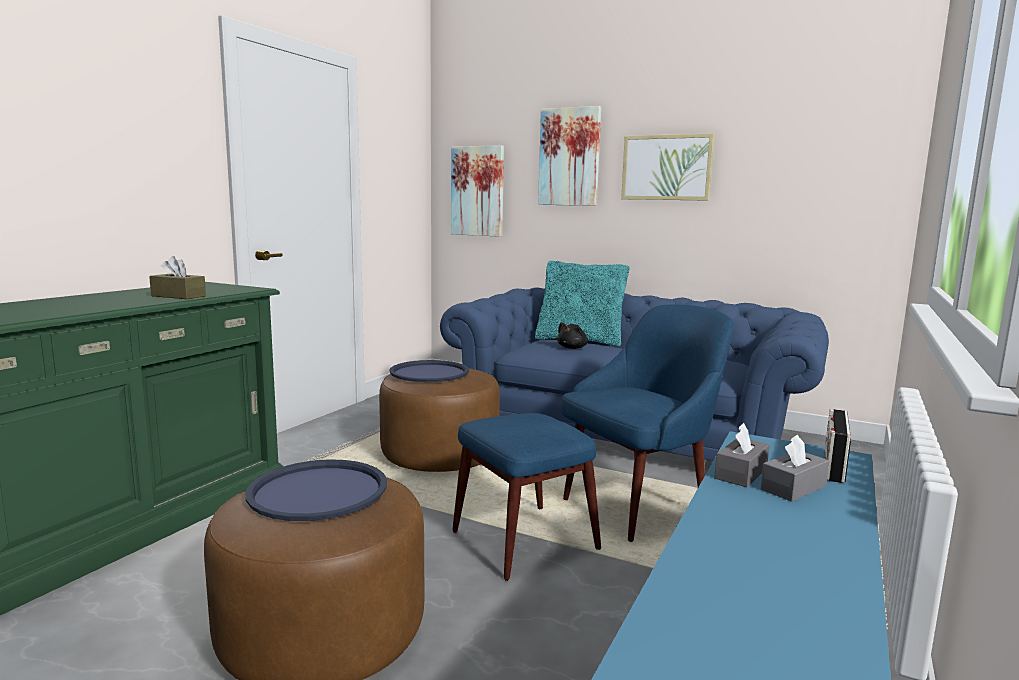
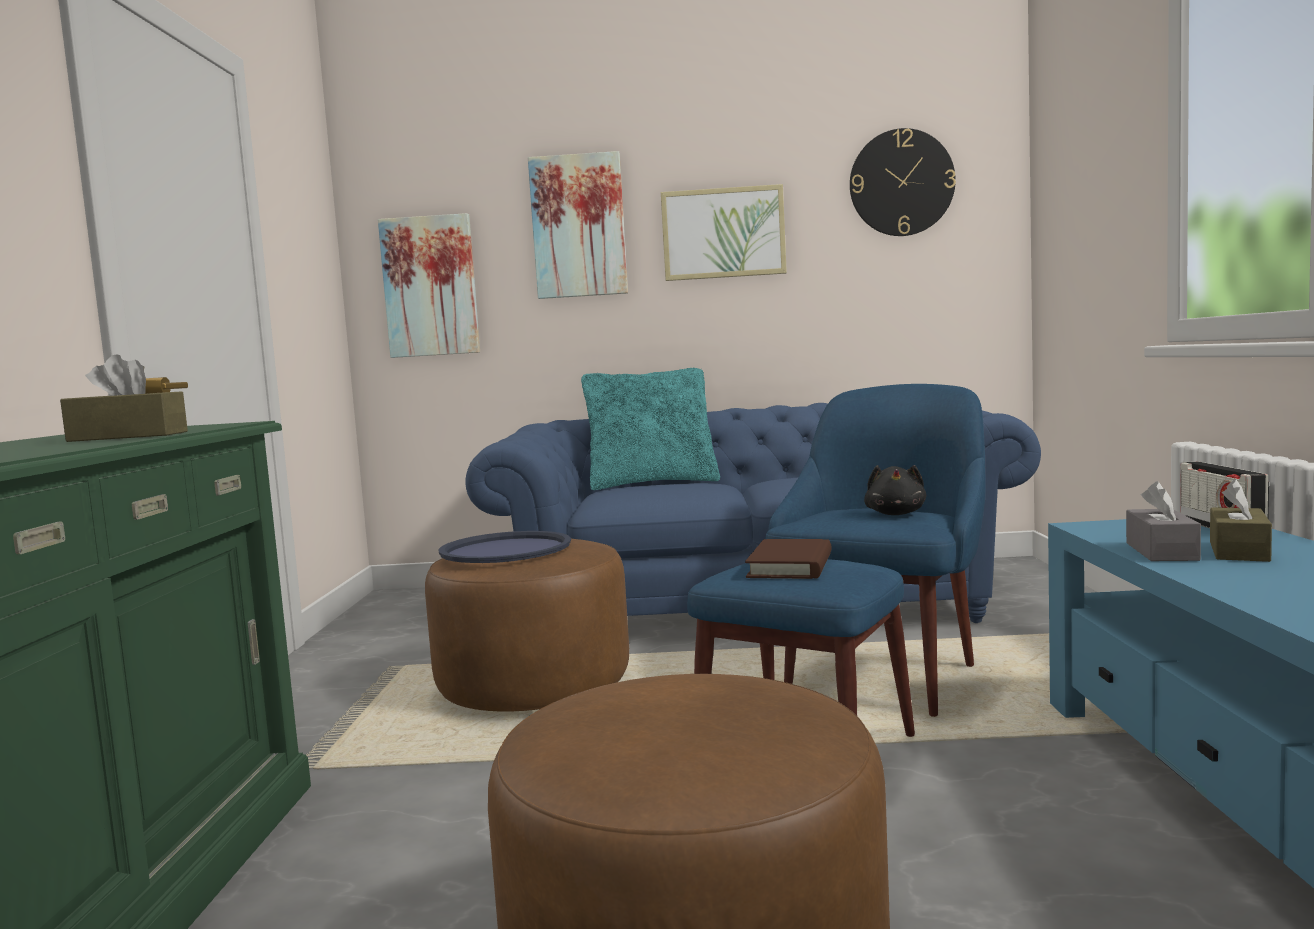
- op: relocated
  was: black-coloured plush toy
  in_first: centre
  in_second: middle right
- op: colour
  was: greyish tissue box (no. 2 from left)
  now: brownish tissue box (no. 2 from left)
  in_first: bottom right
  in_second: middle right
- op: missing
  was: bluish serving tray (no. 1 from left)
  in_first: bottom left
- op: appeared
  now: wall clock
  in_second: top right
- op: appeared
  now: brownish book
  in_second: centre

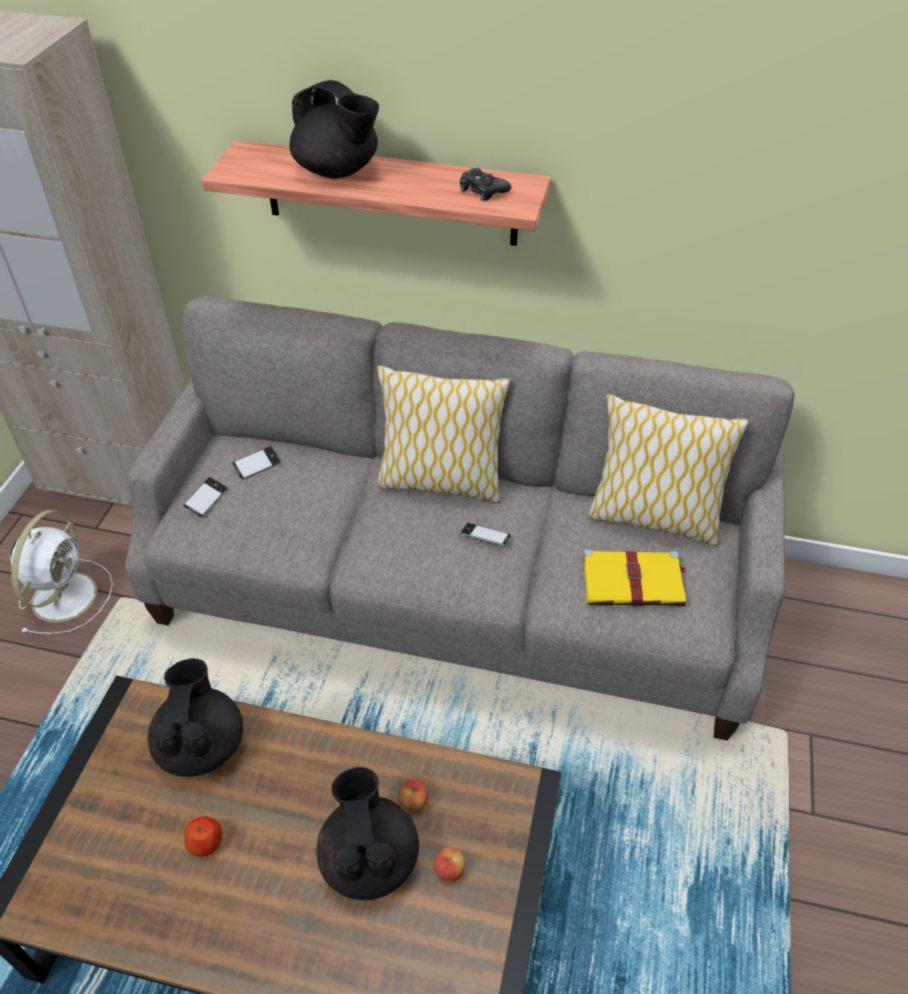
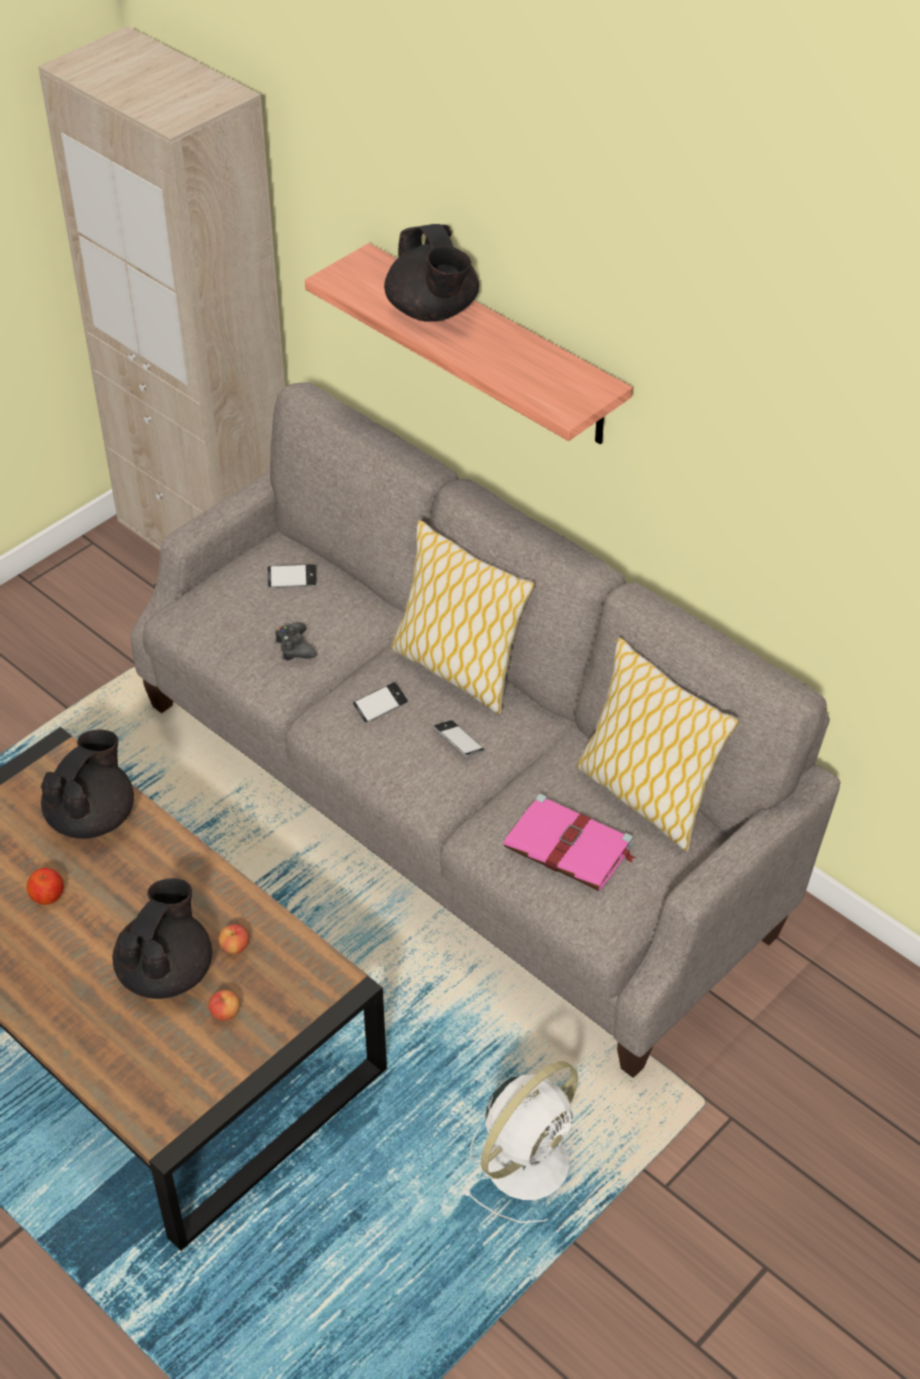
- op: relocated
  was: black-coloured joypad
  in_first: top centre
  in_second: middle left
- op: relocated
  was: phone (no. 1 from left in the first image)
  now: phone (no. 2 from left)
  in_first: middle left
  in_second: centre
- op: relocated
  was: white fan
  in_first: middle left
  in_second: bottom centre
- op: colour
  was: yellow book
  now: pink-coloured book
  in_first: middle right
  in_second: centre

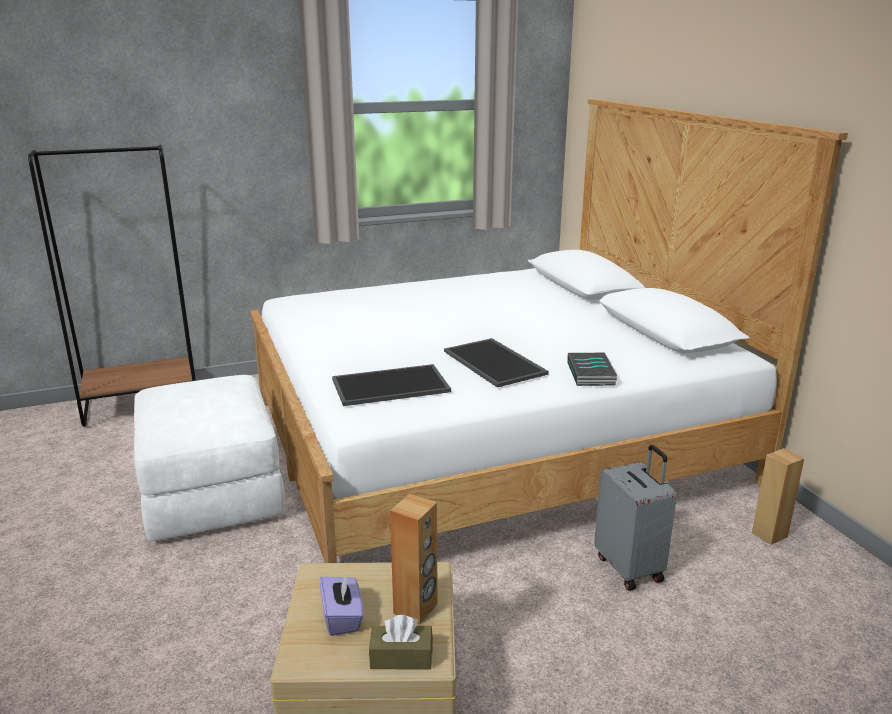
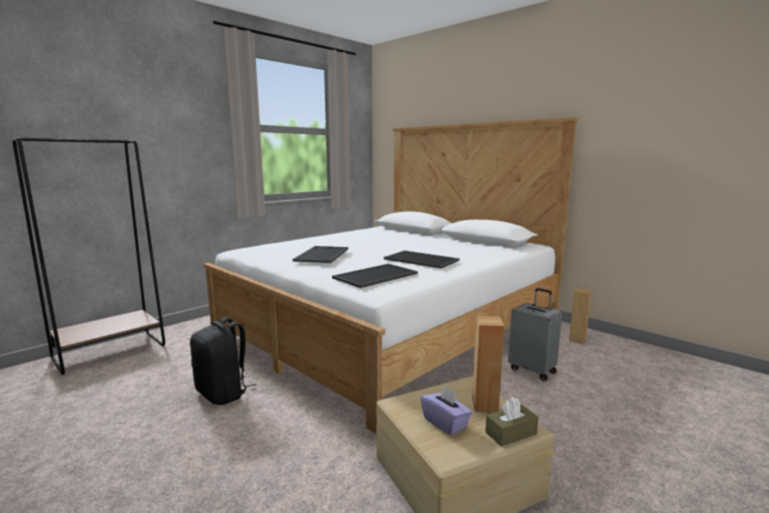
- op: missing
  was: book
  in_first: centre
- op: exchanged
  was: white ottoman
  now: black-coloured rucksack
  in_first: middle left
  in_second: bottom left
- op: appeared
  now: serving tray (no. 1 from left)
  in_second: centre

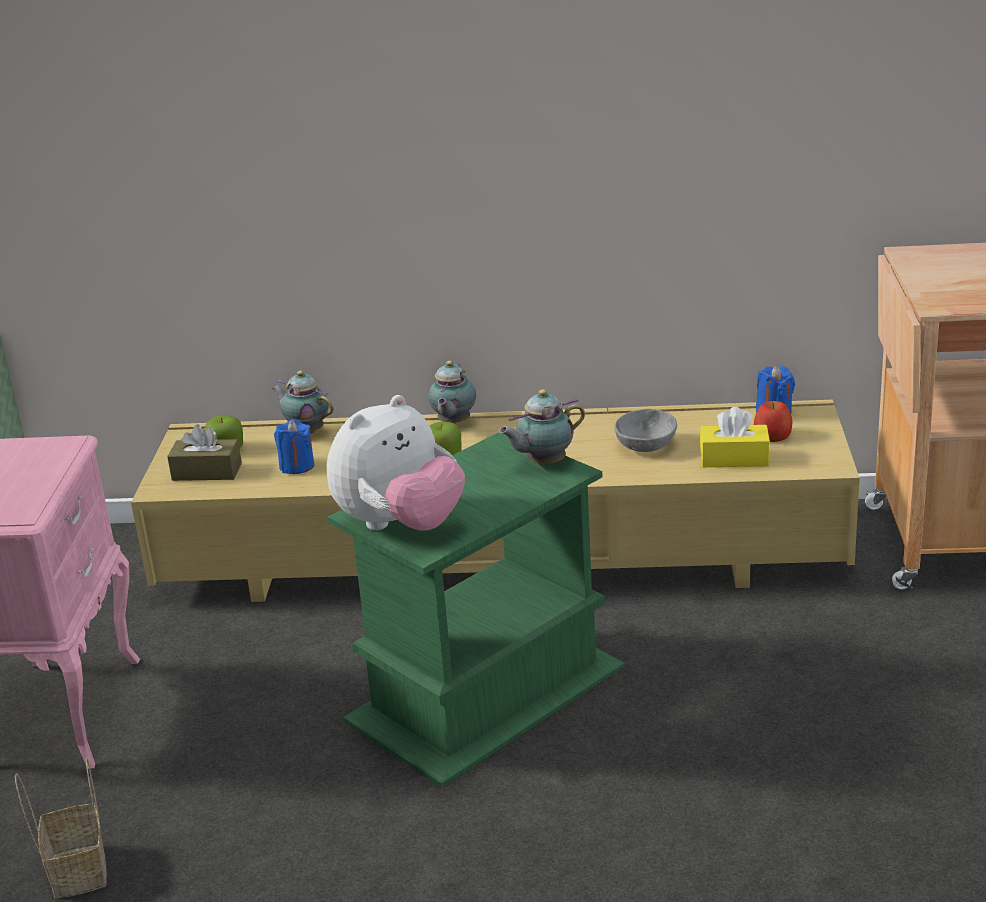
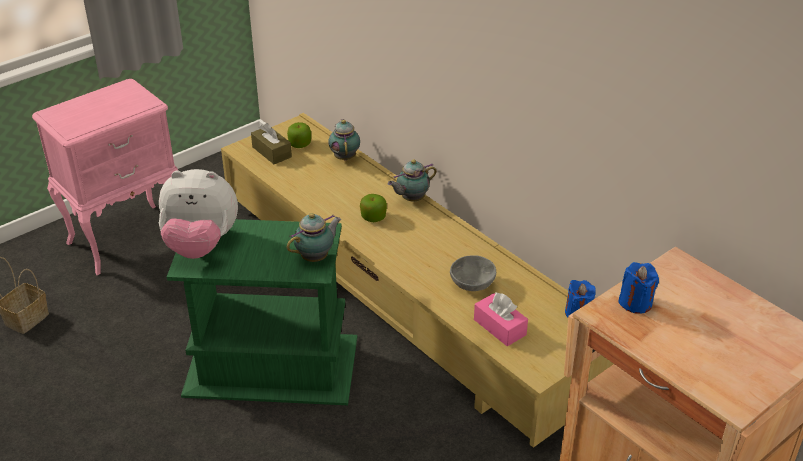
- op: spun
  was: pot for tea (no. 3 from left in the first image)
  in_first: centre
  in_second: centre
  clockwise: 120
- op: missing
  was: apple (no. 3 from left)
  in_first: middle right
- op: colour
  was: yellow tissue box
  now: pink-coloured tissue box
  in_first: middle right
  in_second: bottom centre
- op: relocated
  was: bluish wax candle (no. 1 from left in the first image)
  now: bluish wax candle (no. 2 from left)
  in_first: middle left
  in_second: middle right

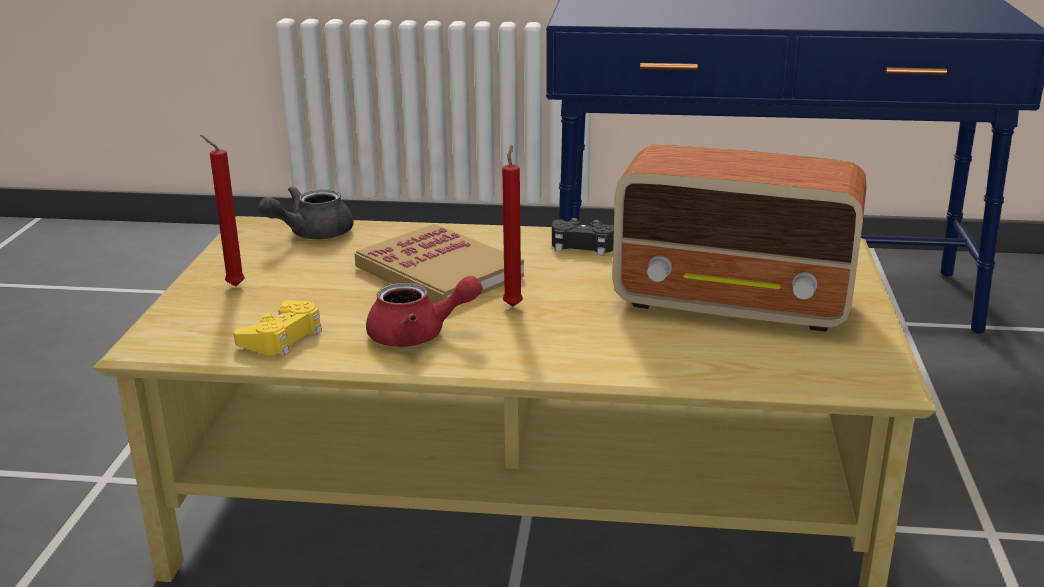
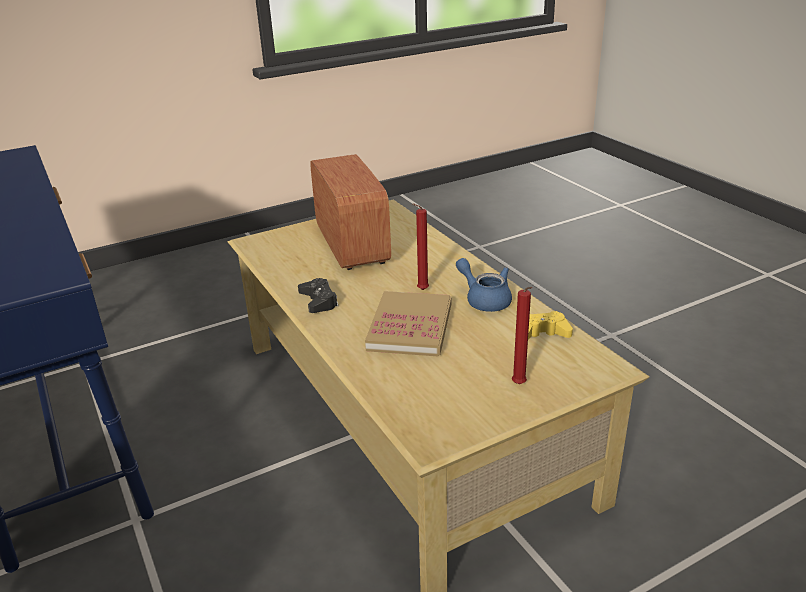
- op: missing
  was: greyish pot for tea
  in_first: middle left
- op: colour
  was: reddish pot for tea
  now: bluish pot for tea
  in_first: centre
  in_second: centre

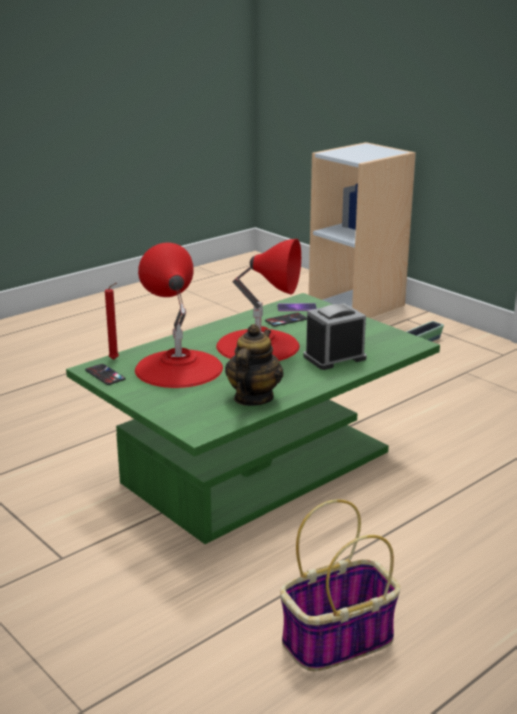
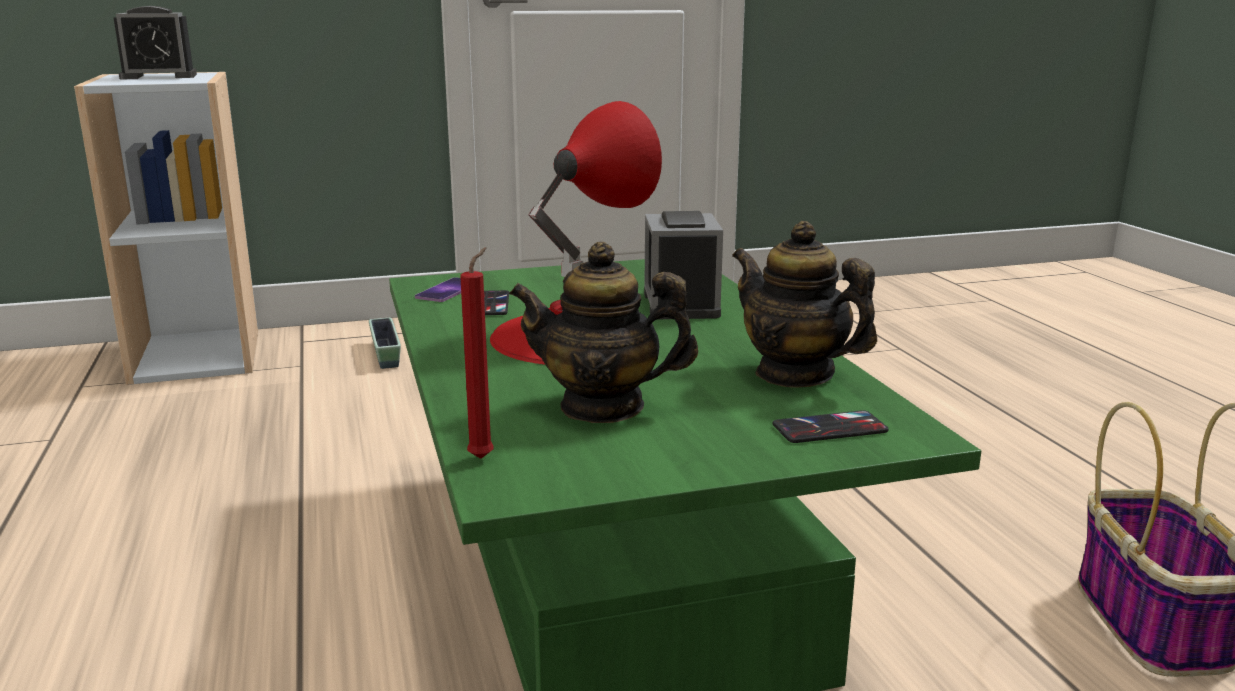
- op: exchanged
  was: reddish lamp for a table (no. 1 from left)
  now: pot for tea (no. 1 from left)
  in_first: centre
  in_second: centre
- op: relocated
  was: phone (no. 1 from left in the first image)
  now: phone (no. 3 from left)
  in_first: middle left
  in_second: middle right
- op: appeared
  now: alarm clock (no. 1 from left)
  in_second: top left

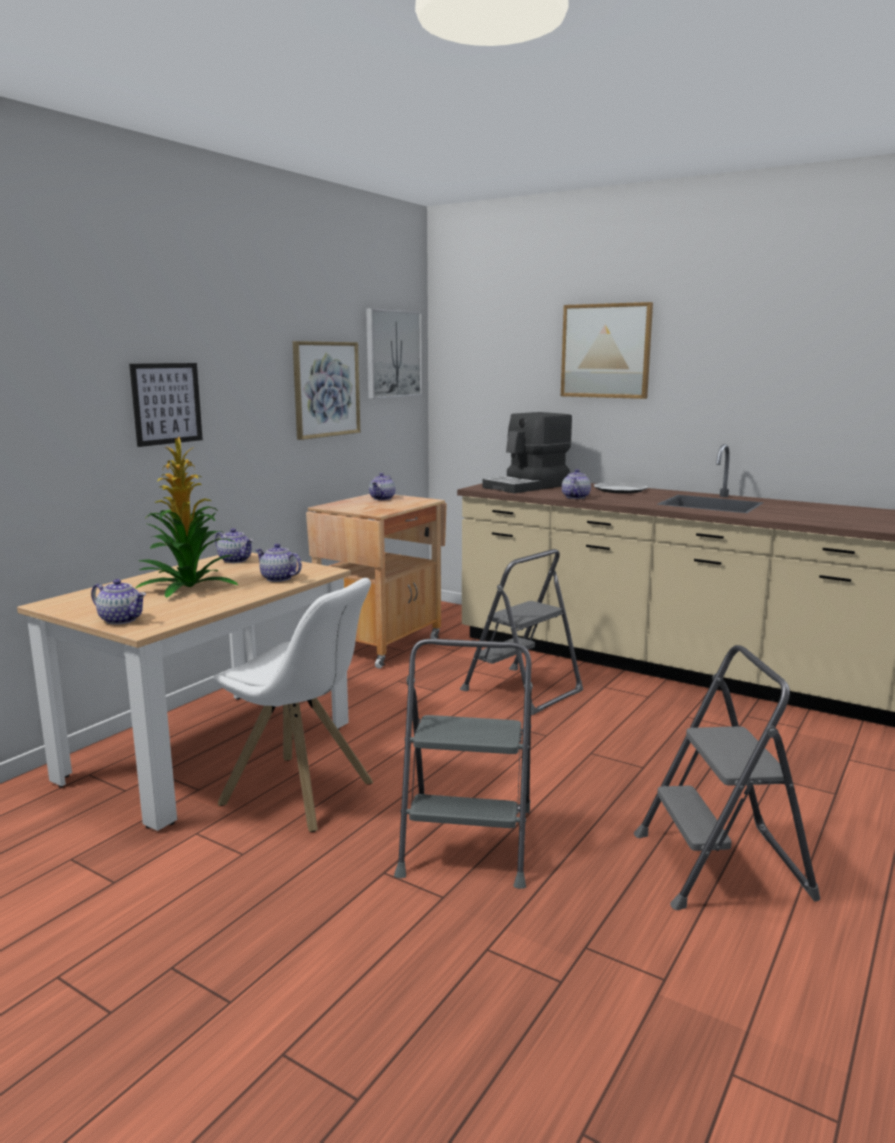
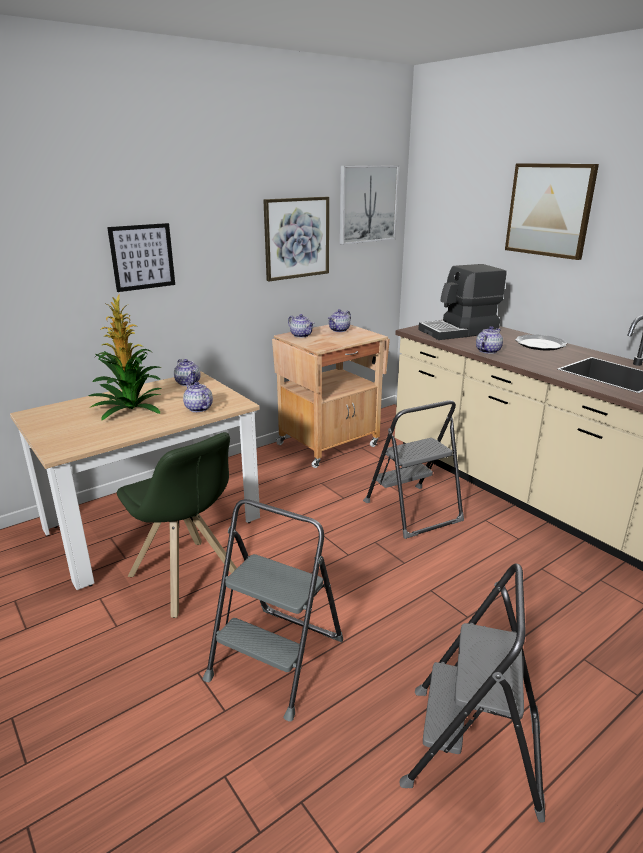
- op: colour
  was: white chair
  now: greenish chair
  in_first: middle left
  in_second: middle left
- op: relocated
  was: pot for tea (no. 1 from left in the first image)
  now: pot for tea (no. 3 from left)
  in_first: middle left
  in_second: centre

